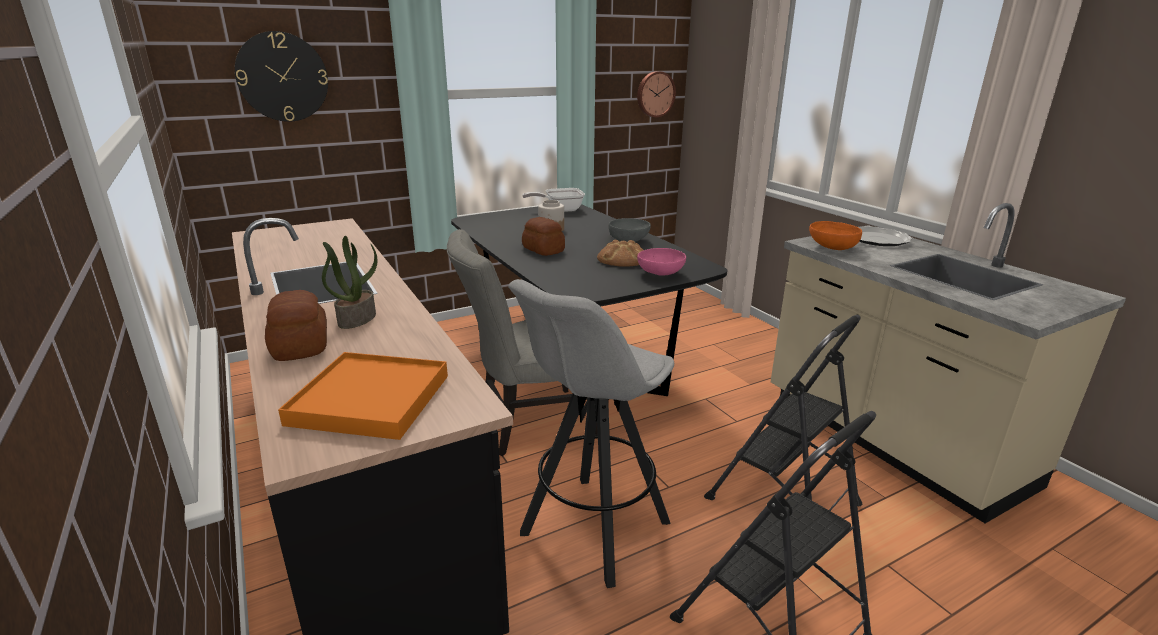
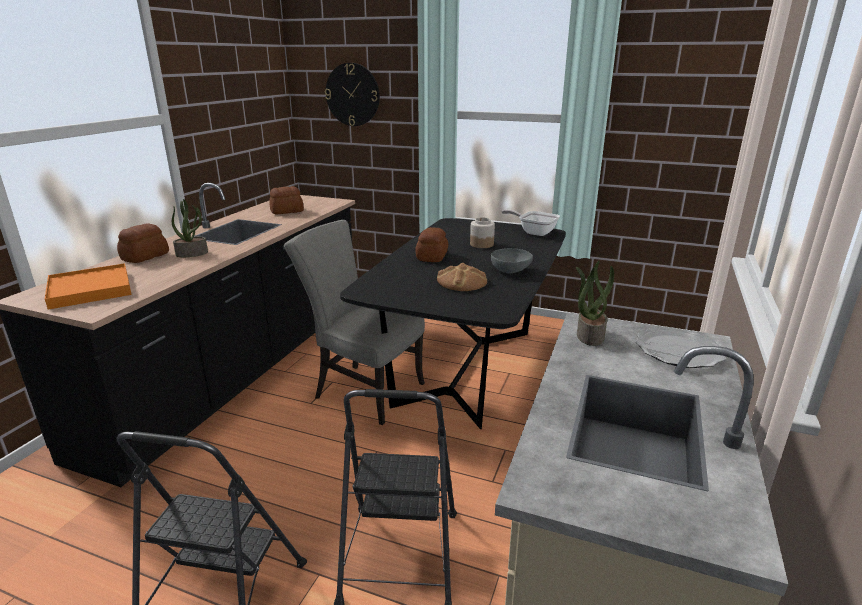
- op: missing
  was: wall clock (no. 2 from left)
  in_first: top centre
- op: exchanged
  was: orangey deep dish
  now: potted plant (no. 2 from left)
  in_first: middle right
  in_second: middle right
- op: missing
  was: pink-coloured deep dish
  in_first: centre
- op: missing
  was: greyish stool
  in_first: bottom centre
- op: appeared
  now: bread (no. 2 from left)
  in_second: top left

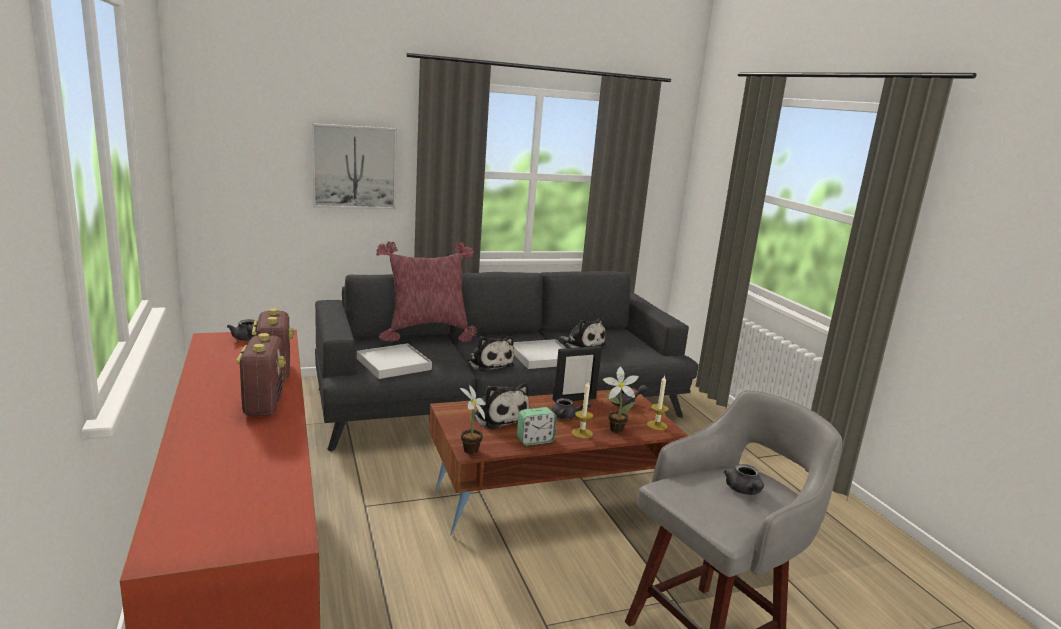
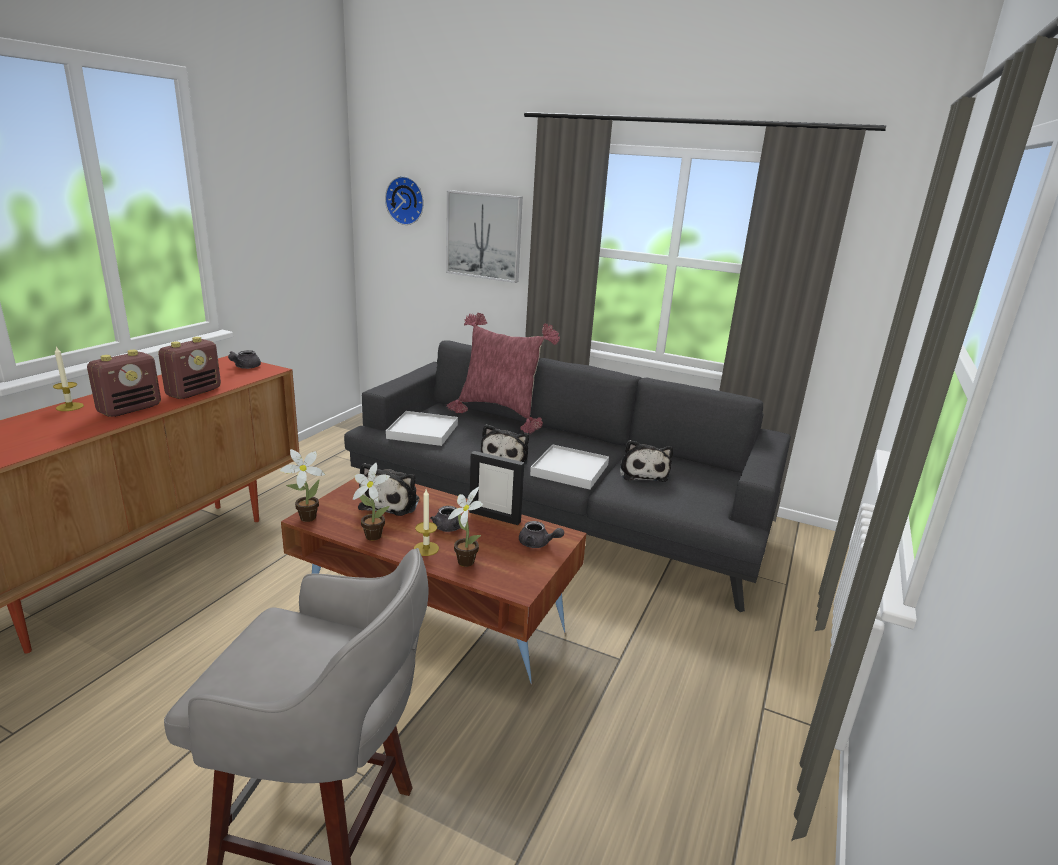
- op: relocated
  was: wax candle (no. 2 from left in the first image)
  now: wax candle (no. 1 from left)
  in_first: centre
  in_second: middle left
- op: exchanged
  was: alarm clock
  now: potted plant (no. 2 from left)
  in_first: bottom centre
  in_second: centre
- op: missing
  was: greyish pot for tea (no. 4 from left)
  in_first: bottom right
- op: appeared
  now: wall clock
  in_second: top centre

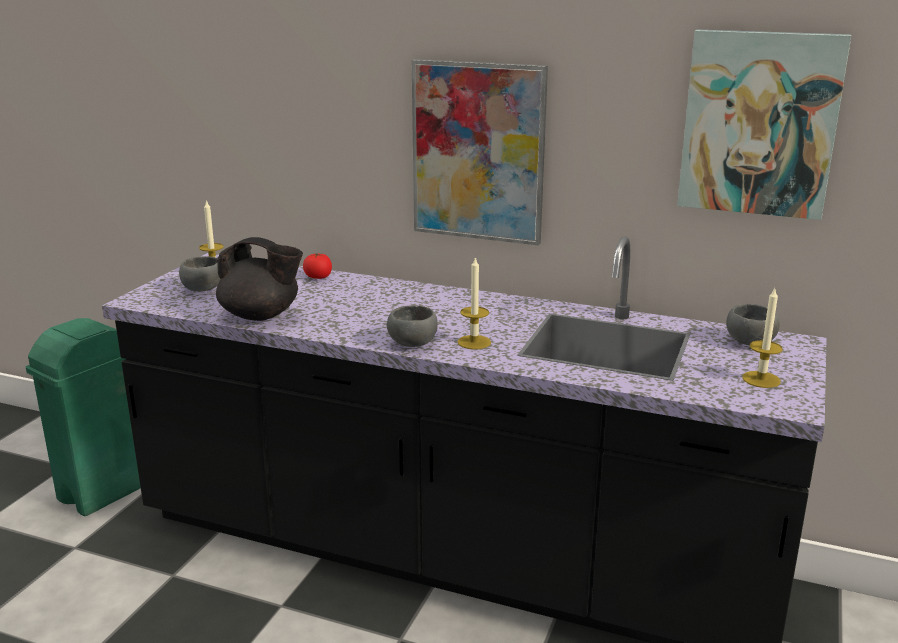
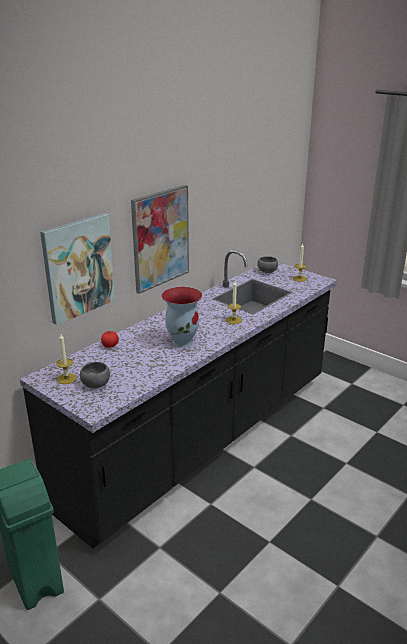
- op: relocated
  was: wall picture (no. 2 from left in the first image)
  now: wall picture (no. 1 from left)
  in_first: top right
  in_second: middle left
- op: missing
  was: black-coloured pot for tea
  in_first: middle left
- op: missing
  was: greyish deep dish (no. 2 from left)
  in_first: centre
- op: appeared
  now: decorative vase
  in_second: centre

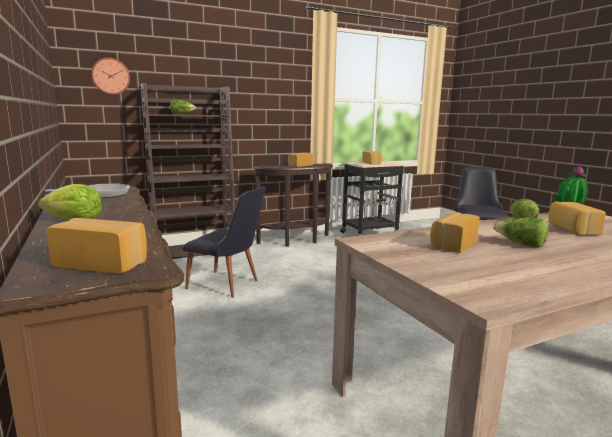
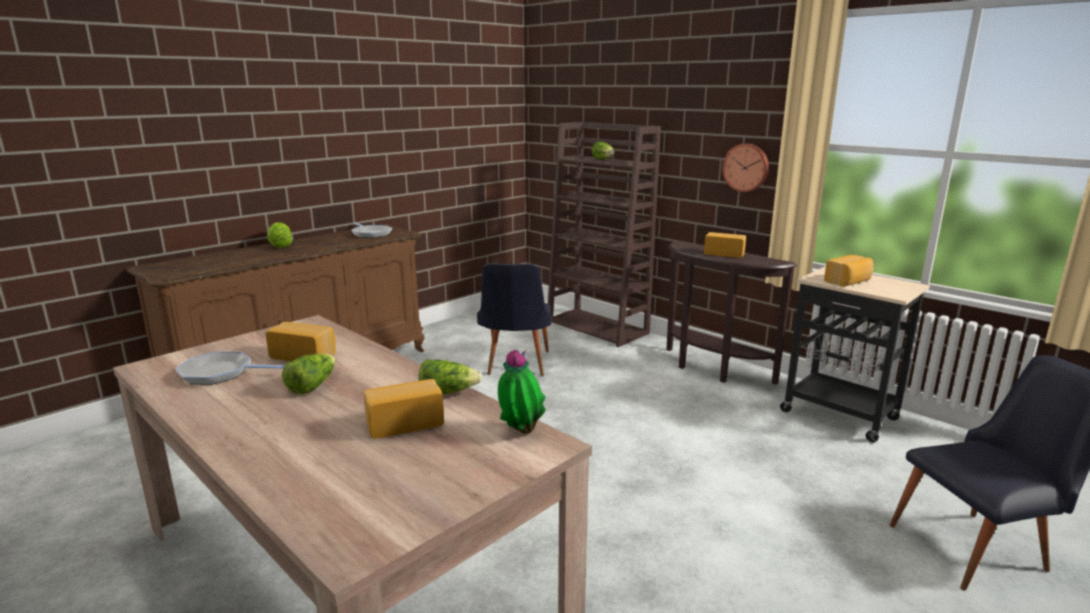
- op: relocated
  was: wall clock
  in_first: top left
  in_second: top right
- op: missing
  was: bread (no. 1 from left)
  in_first: middle left
- op: appeared
  now: skillet (no. 1 from left)
  in_second: middle left

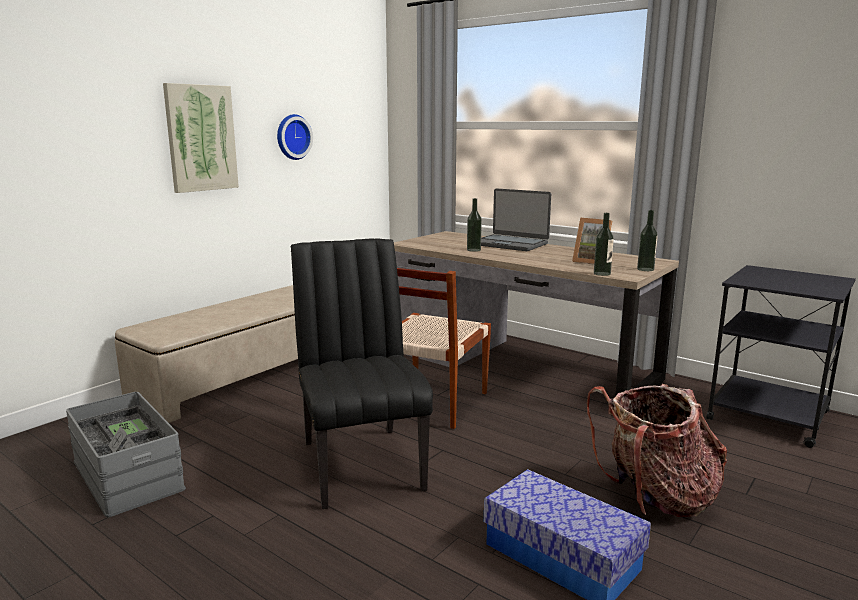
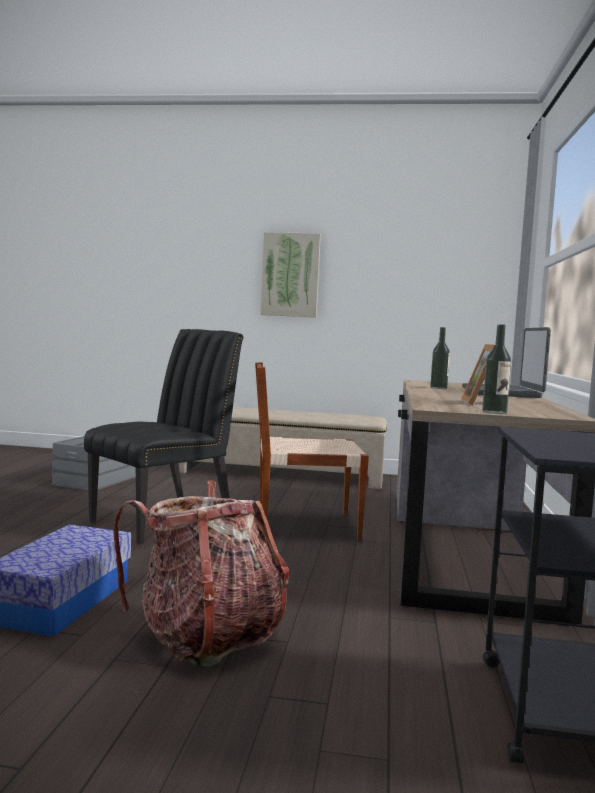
- op: missing
  was: wall clock
  in_first: top centre
- op: missing
  was: drink bottle (no. 2 from left)
  in_first: middle right

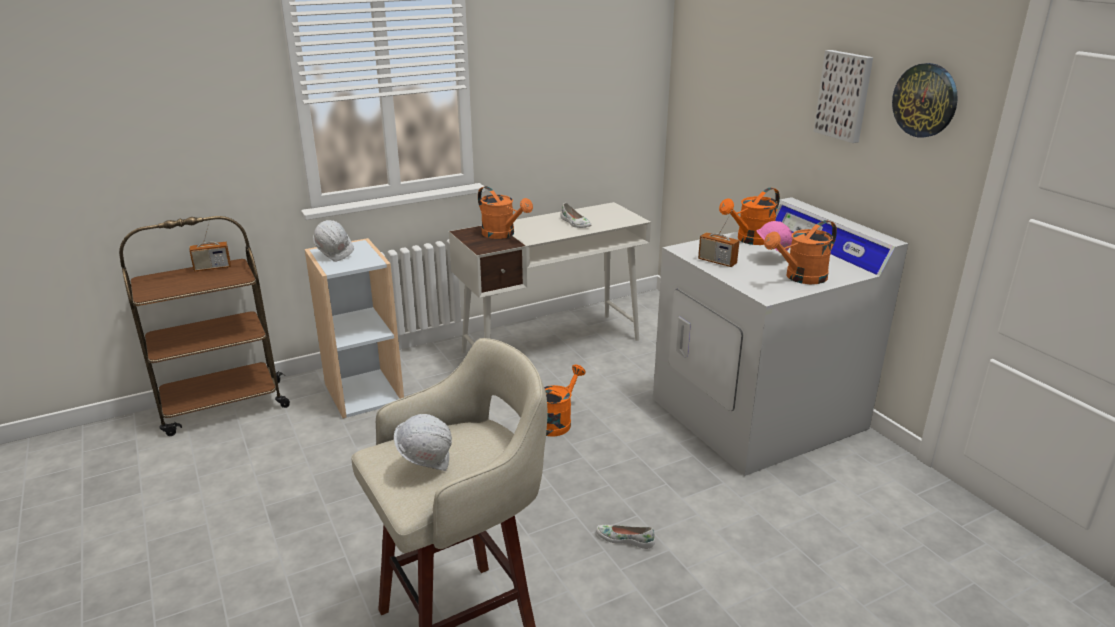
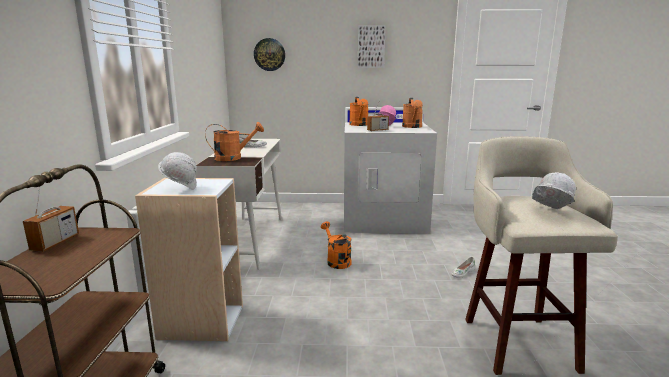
- op: relocated
  was: wall clock
  in_first: top right
  in_second: top centre

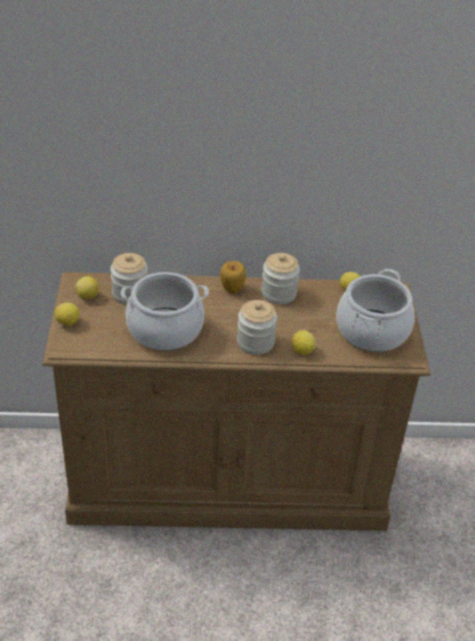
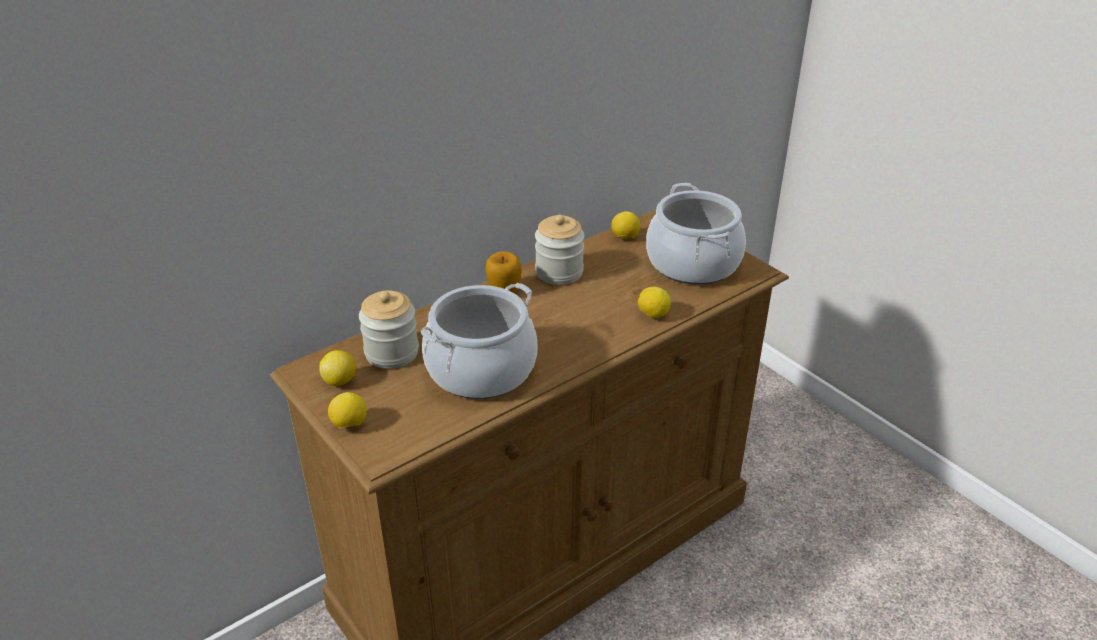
- op: missing
  was: storage jar (no. 2 from left)
  in_first: centre

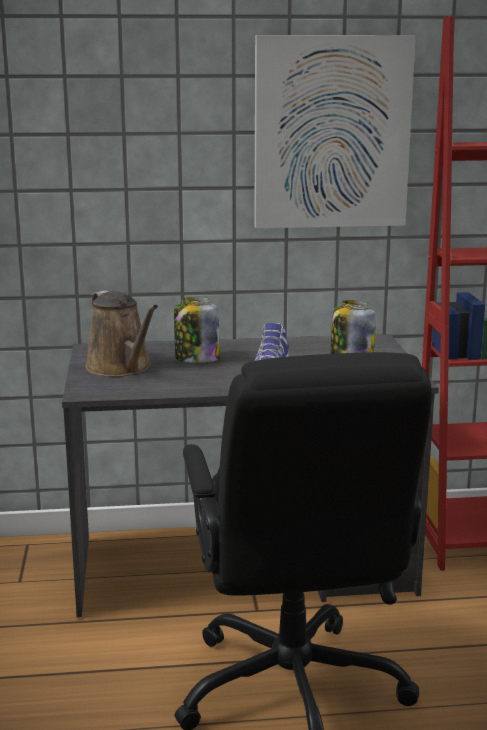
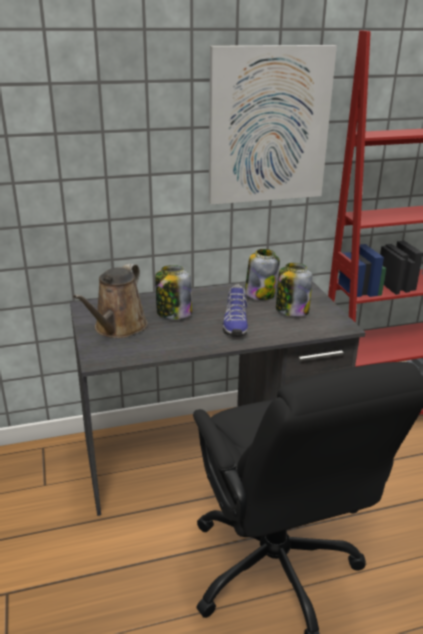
- op: spun
  was: brownish watering can
  in_first: middle left
  in_second: middle left
  clockwise: 60
- op: appeared
  now: storage jar (no. 2 from left)
  in_second: centre

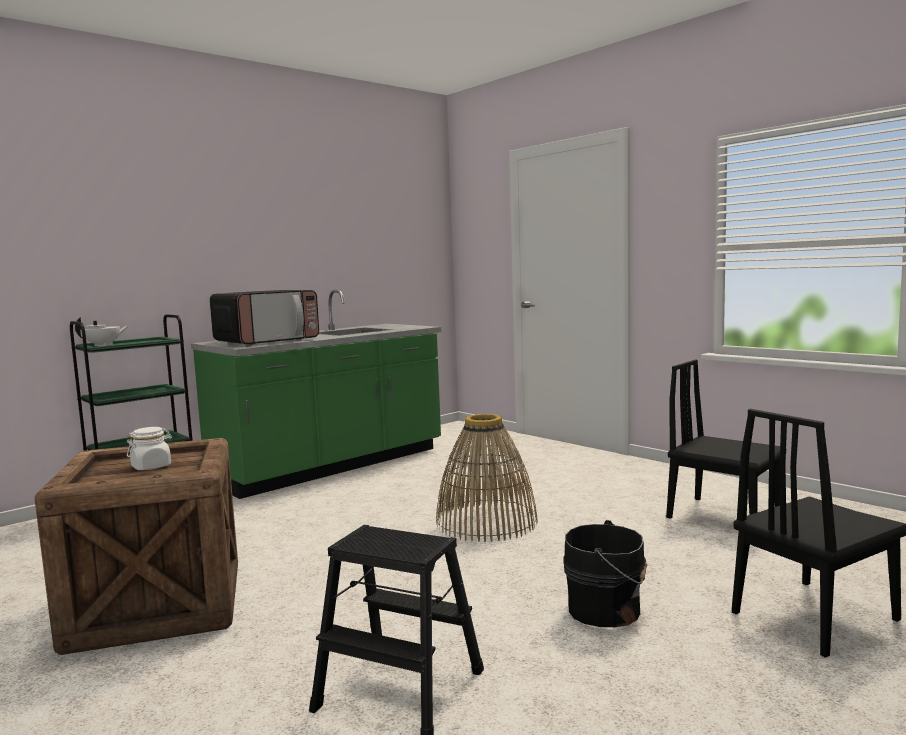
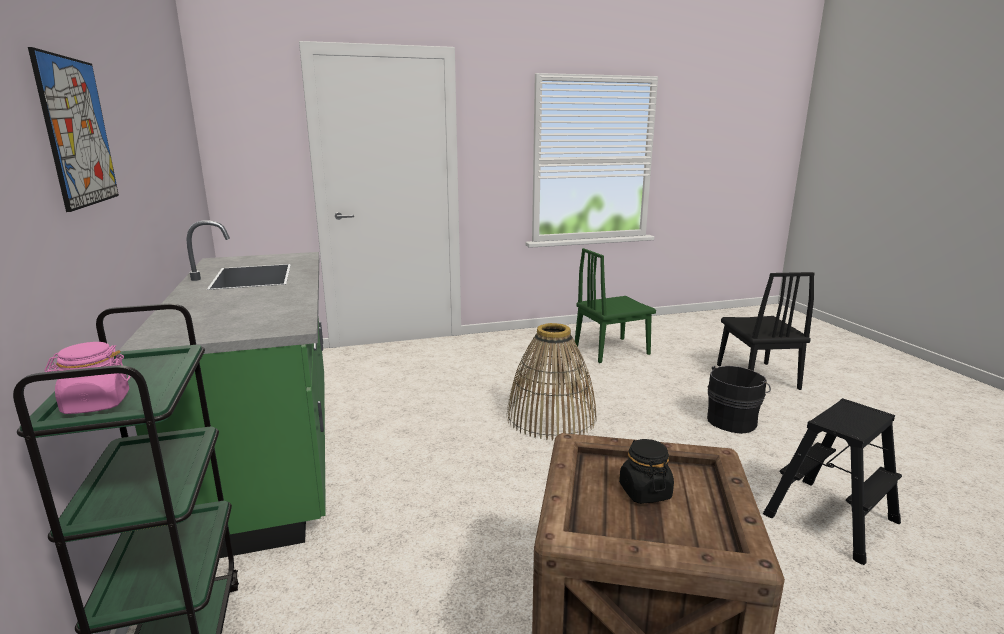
- op: missing
  was: kitchen microwave
  in_first: middle left
- op: exchanged
  was: white pot for tea
  now: pink-coloured storage jar
  in_first: middle left
  in_second: middle left
- op: colour
  was: black-coloured chair (no. 1 from left)
  now: greenish chair
  in_first: middle right
  in_second: centre
- op: colour
  was: white storage jar
  now: black-coloured storage jar
  in_first: middle left
  in_second: bottom centre
- op: appeared
  now: wall picture
  in_second: top left

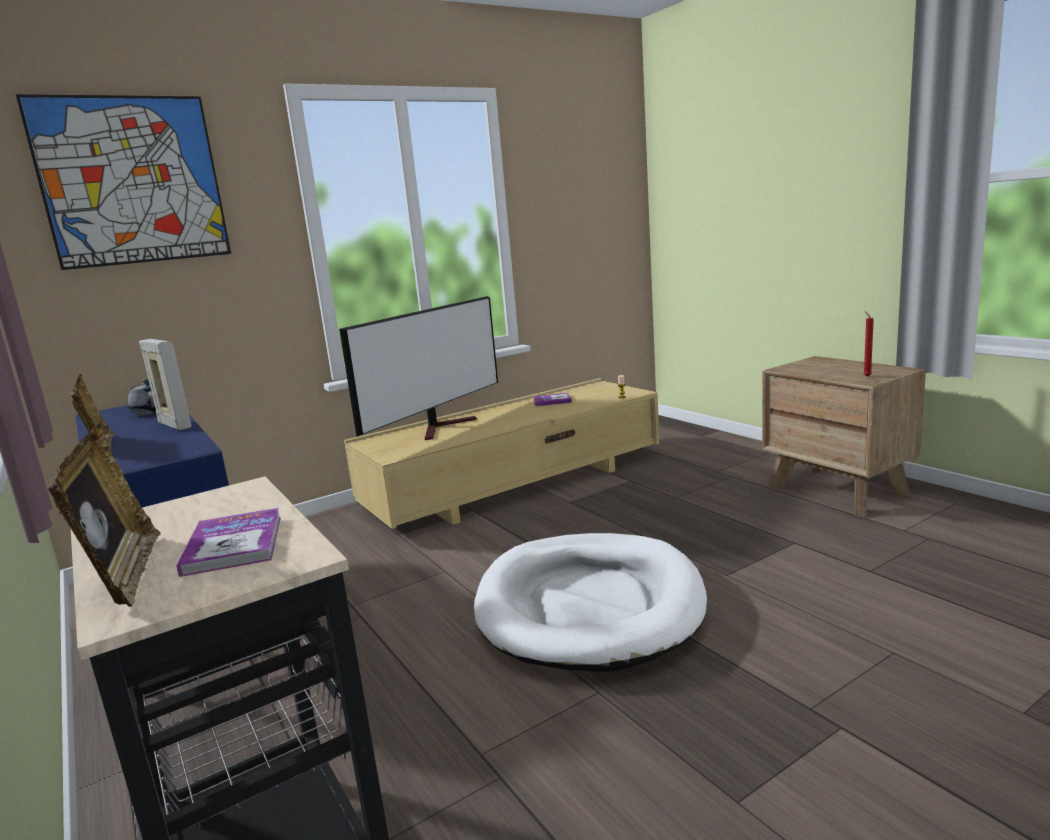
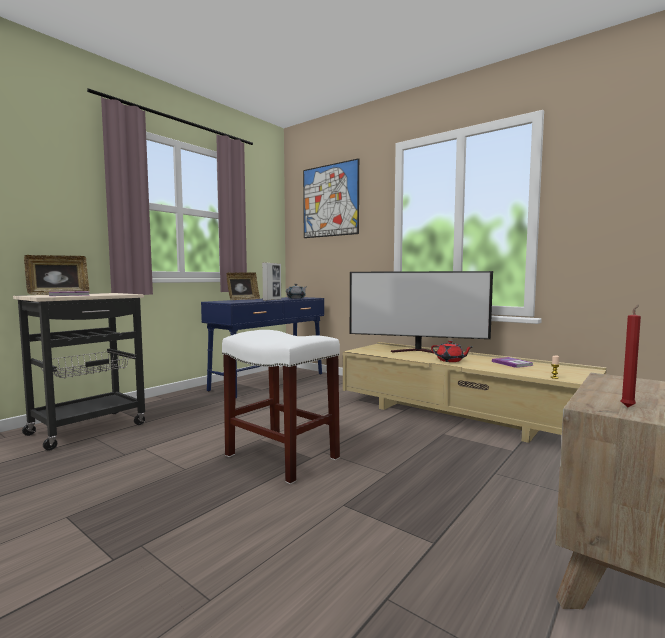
- op: exchanged
  was: white dog cushion
  now: white stool
  in_first: bottom centre
  in_second: centre
- op: appeared
  now: reddish pot for tea
  in_second: middle right

